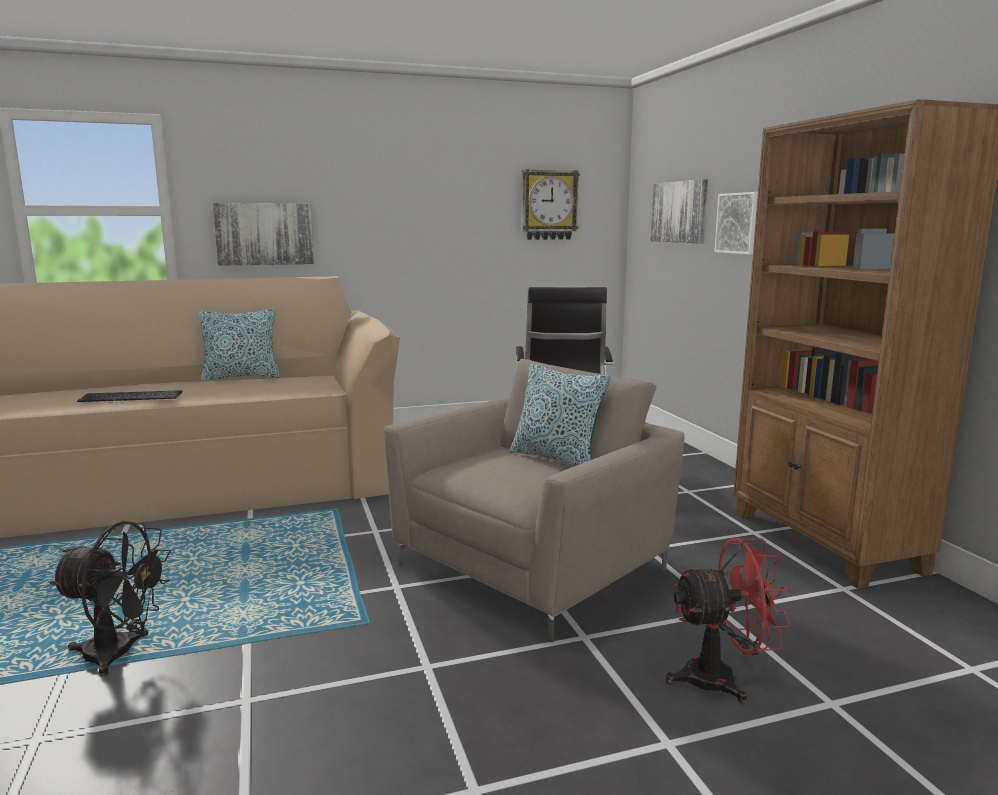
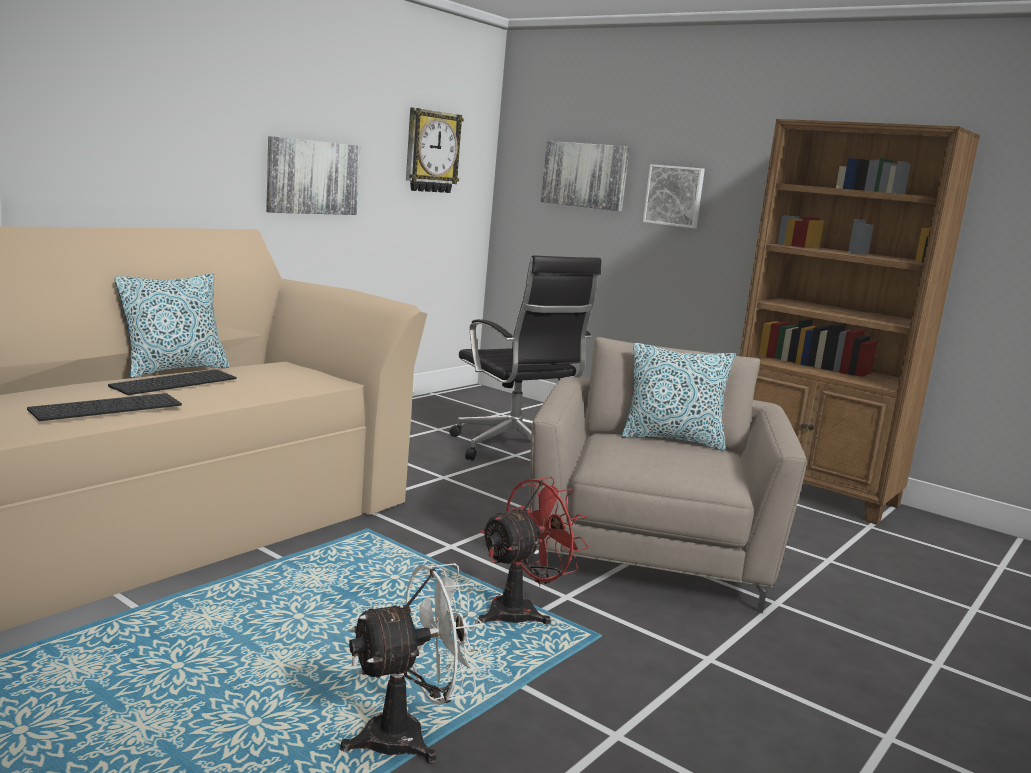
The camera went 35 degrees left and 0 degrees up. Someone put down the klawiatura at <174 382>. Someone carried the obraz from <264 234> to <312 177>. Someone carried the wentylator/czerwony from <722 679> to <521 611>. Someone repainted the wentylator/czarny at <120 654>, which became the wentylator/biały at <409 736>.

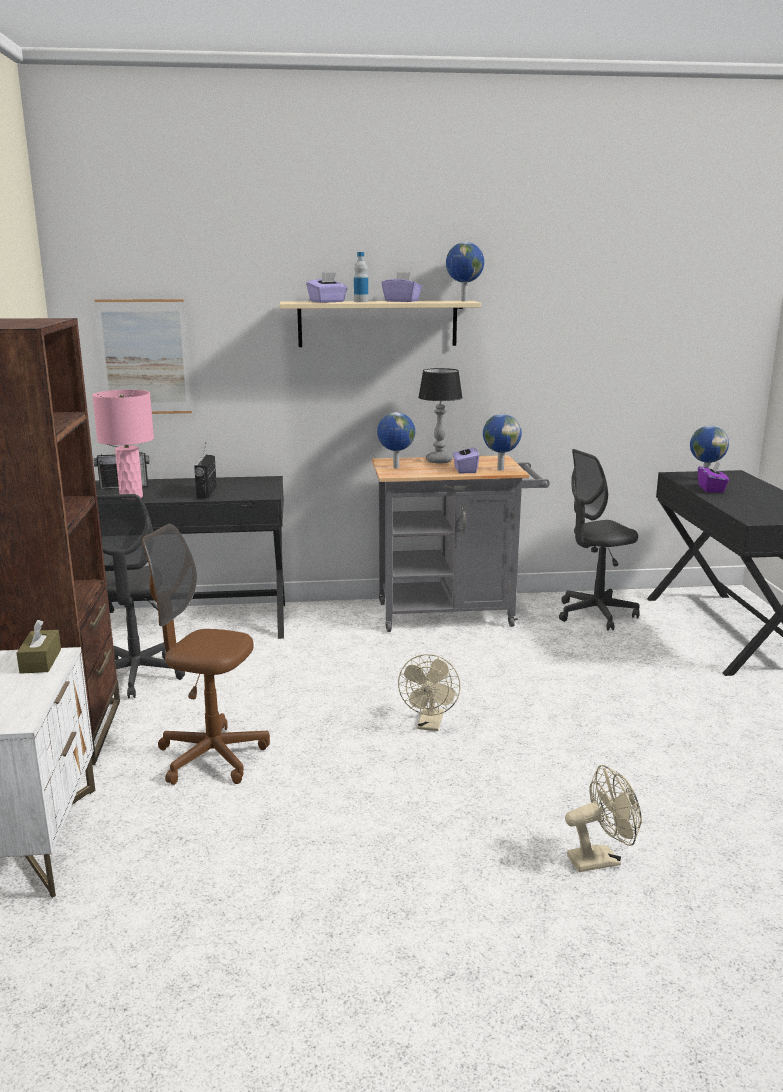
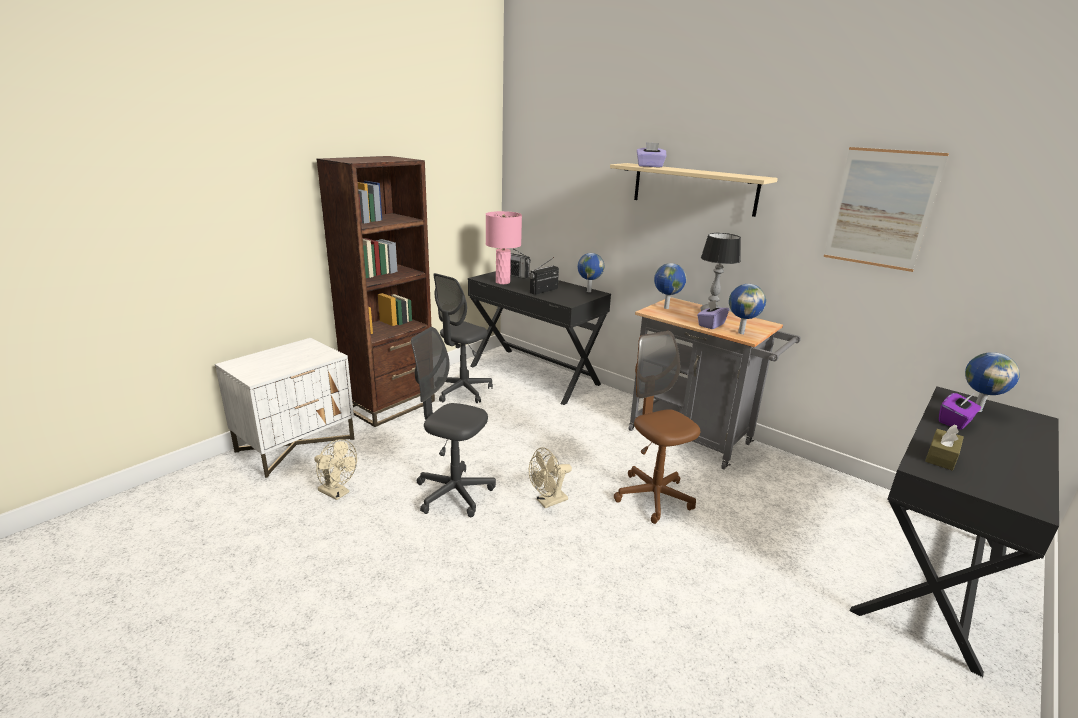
The camera went 45 degrees right and 5 degrees up. Someone took away the butelka at <361 301>. Someone took away the pudełko chusteczek/fioletowy at <402 301>. Someone carried the pudełko chusteczek/brązowy from <40 661> to <941 457>. Someone carried the obraz from <144 357> to <881 209>. Someone carried the krzesło biurowe/brązowy from <212 757> to <653 497>. Someone carried the globus from <463 301> to <588 291>. Someone carried the krzesło biurowe/szary from <595 614> to <454 493>. Someone carried the wentylator/beżowy from <600 859> to <337 493>.

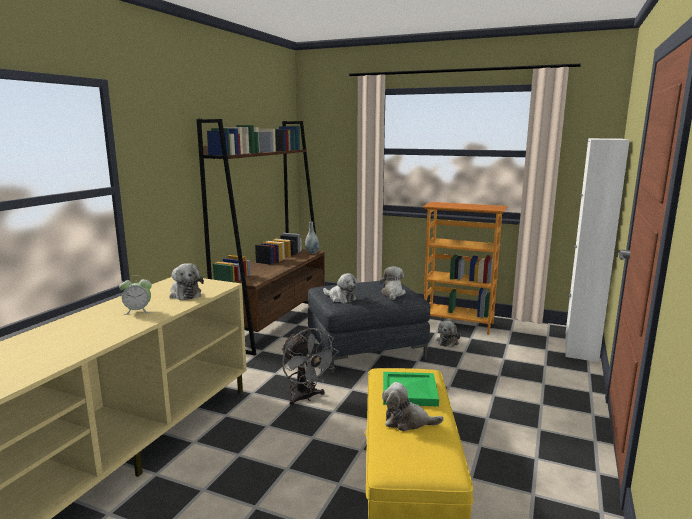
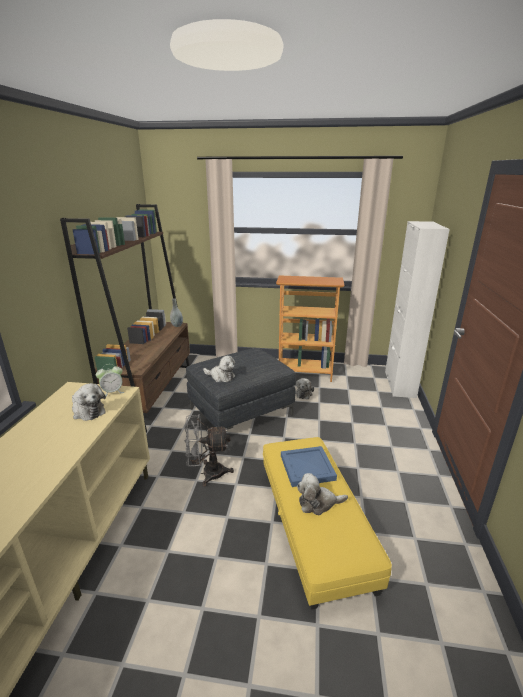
The camera went 15 degrees left and 10 degrees up. Someone took away the pluszak at <393 293>. Someone carried the budzik from <138 311> to <112 392>. Someone repainted the taca/zielony at <410 391>, which became the taca/niebieski at <307 467>. Someone rotated the wentylator/szary at <306 398> by 135 degrees clockwise.

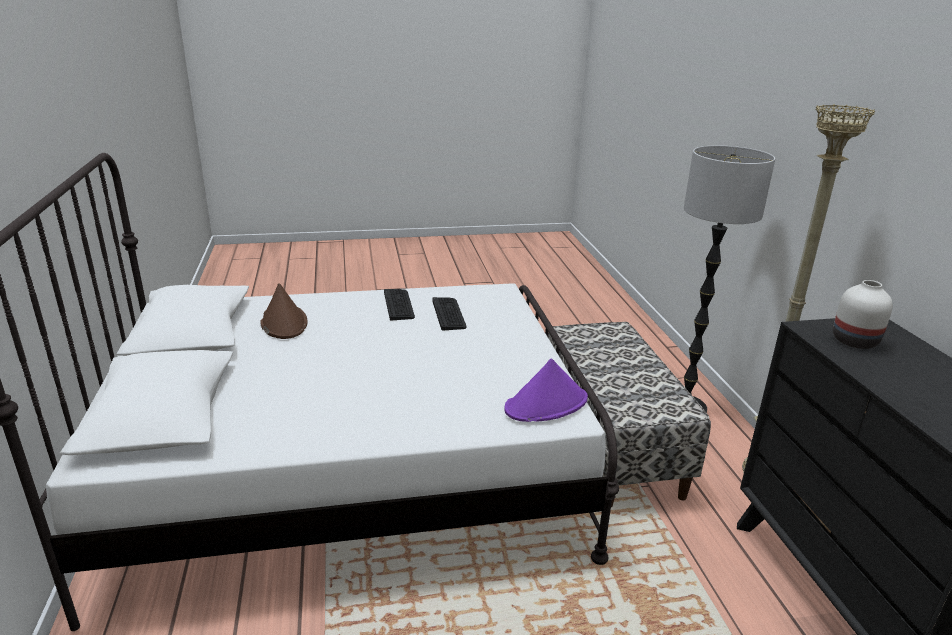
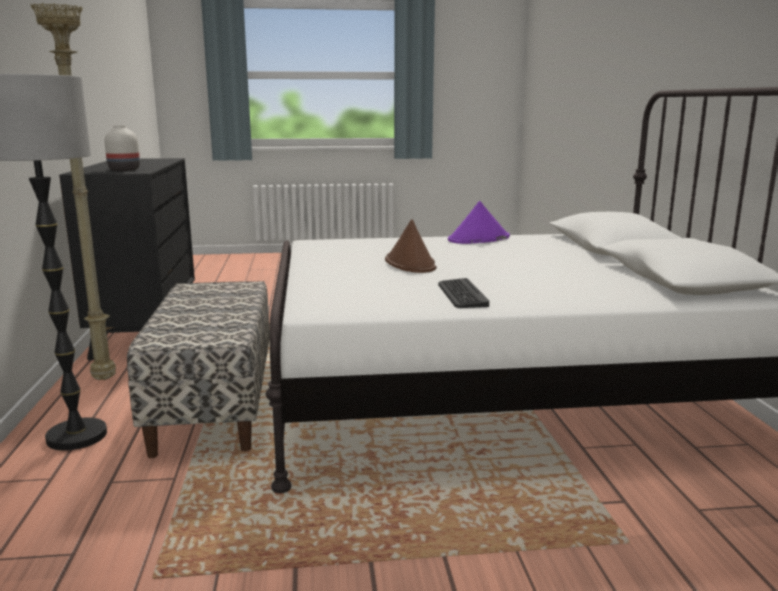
The camera went 175 degrees left and 10 degrees down. Someone took away the klawiatura at <449 314>. Someone carried the kapelusz/brązowy from <283 322> to <410 263>. Someone carried the kapelusz/fioletowy from <546 404> to <478 239>.

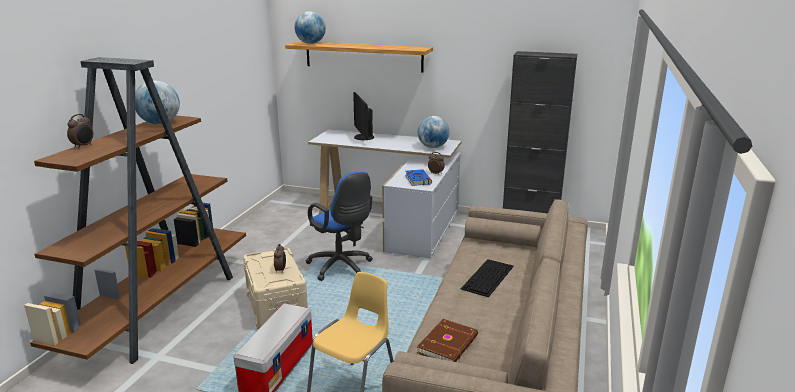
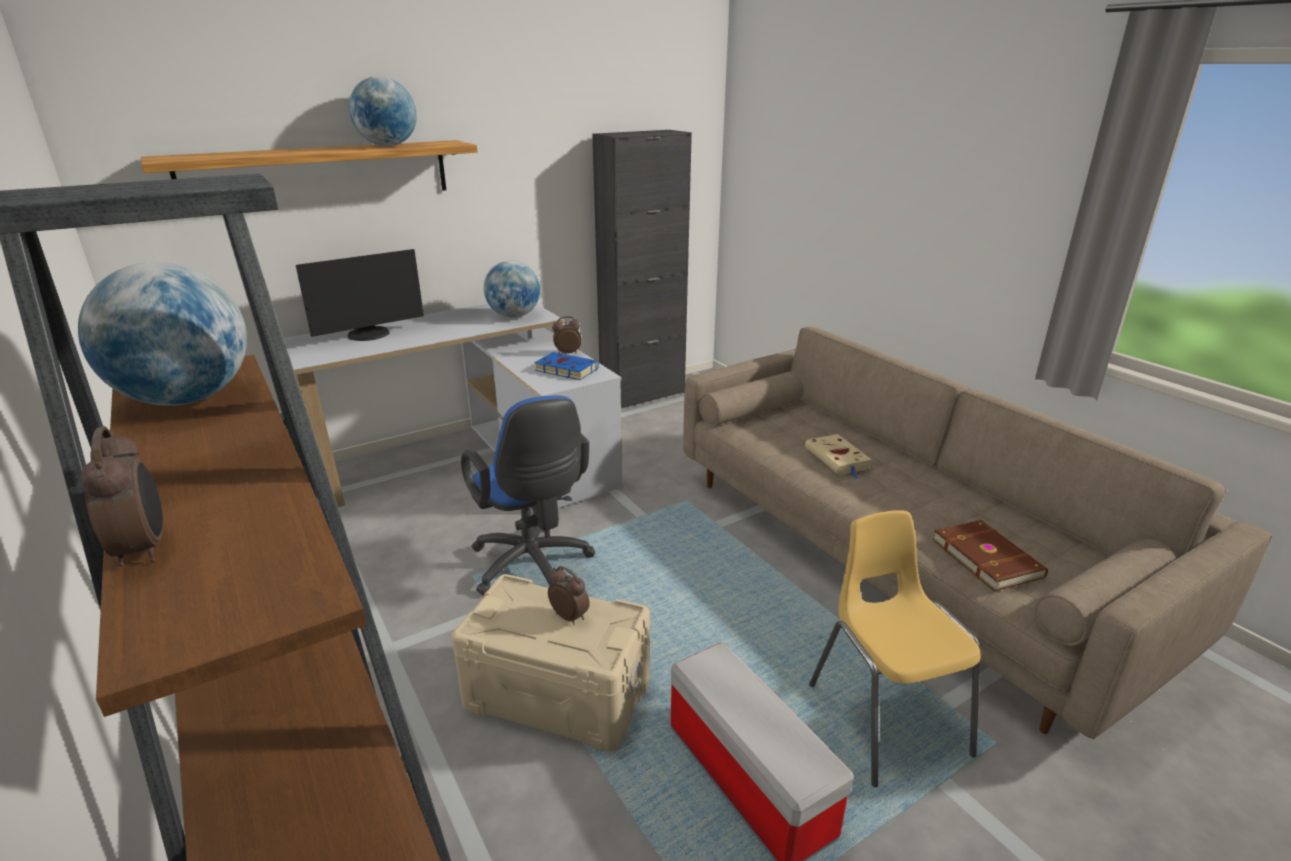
The camera went 50 degrees left and 5 degrees up. Someone carried the globus from <310 43> to <388 146>. Someone swapped the klawiatura at <488 277> for the książka/beżowy at <838 459>. Someone rotated the krzesło biurowe/niebieski at <342 268> by 60 degrees clockwise. Someone rotated the monitor at <363 137> by 60 degrees counterclockwise.

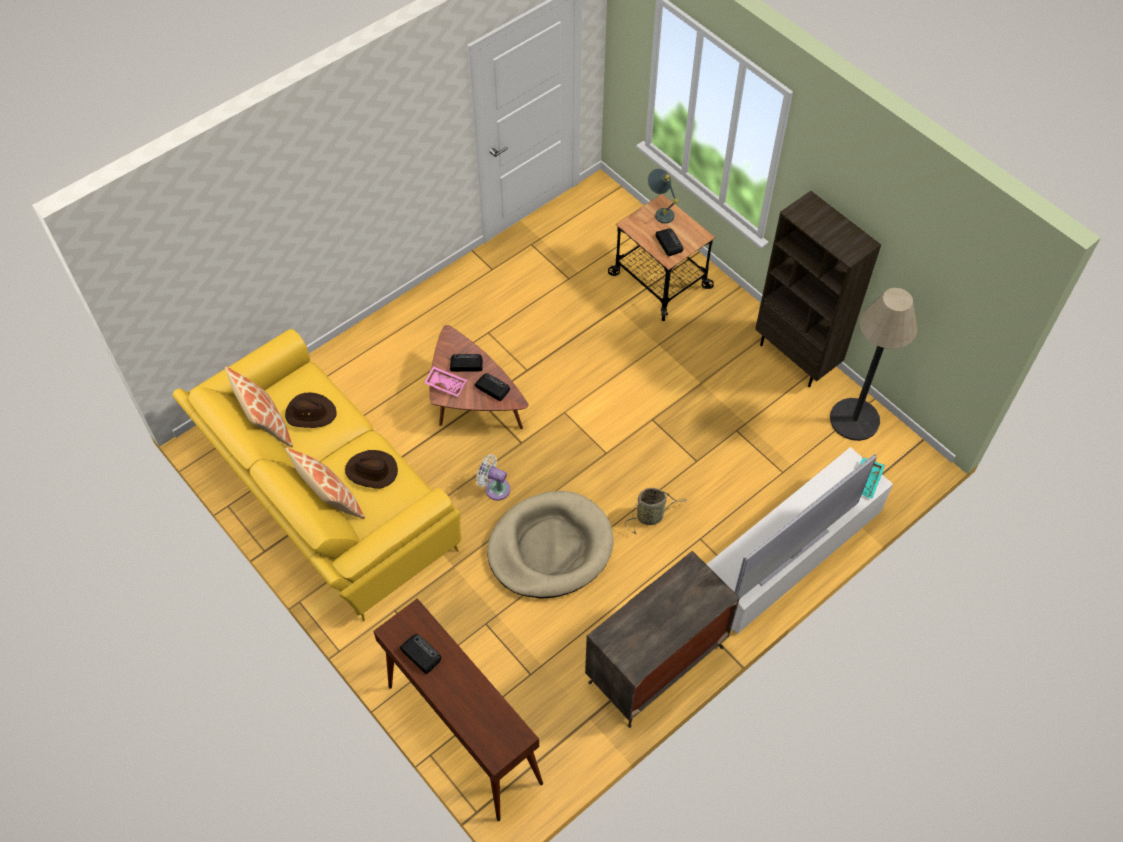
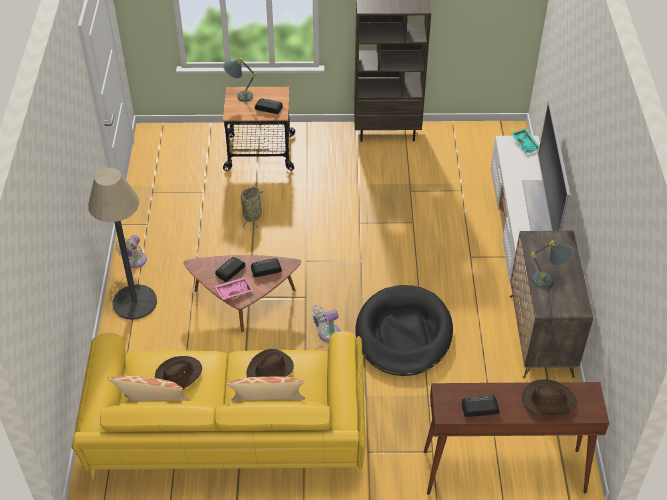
The camera went 50 degrees left and 10 degrees down. Someone put down the wentylator/beżowy at <135 261>. Someone put down the kapelusz/brązowy at <548 401>. Someone put down the lampa stołowa/szary at <549 281>. Someone carried the koszyk from <651 516> to <253 215>. Someone carried the lampa stojąca from <854 419> to <134 302>. Someone repainted the legowisko/beżowy at <550 548>, which became the legowisko/czarny at <403 334>.

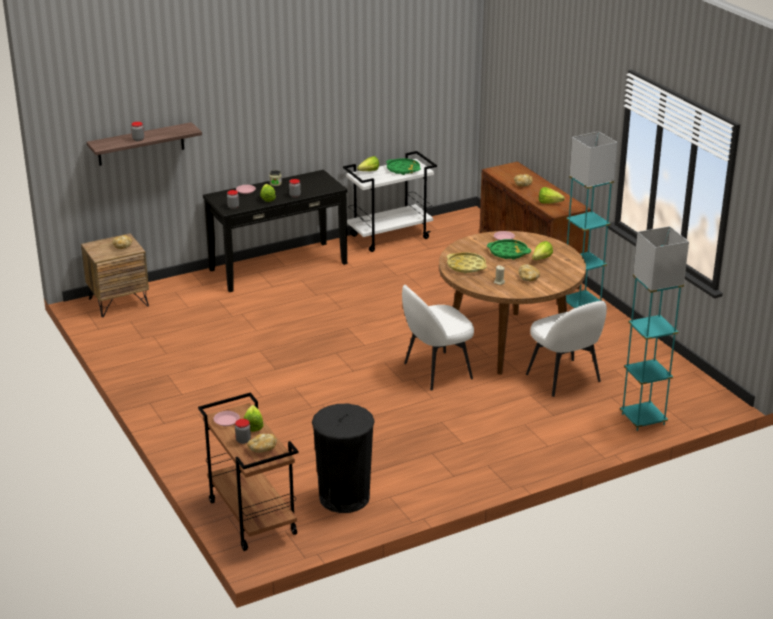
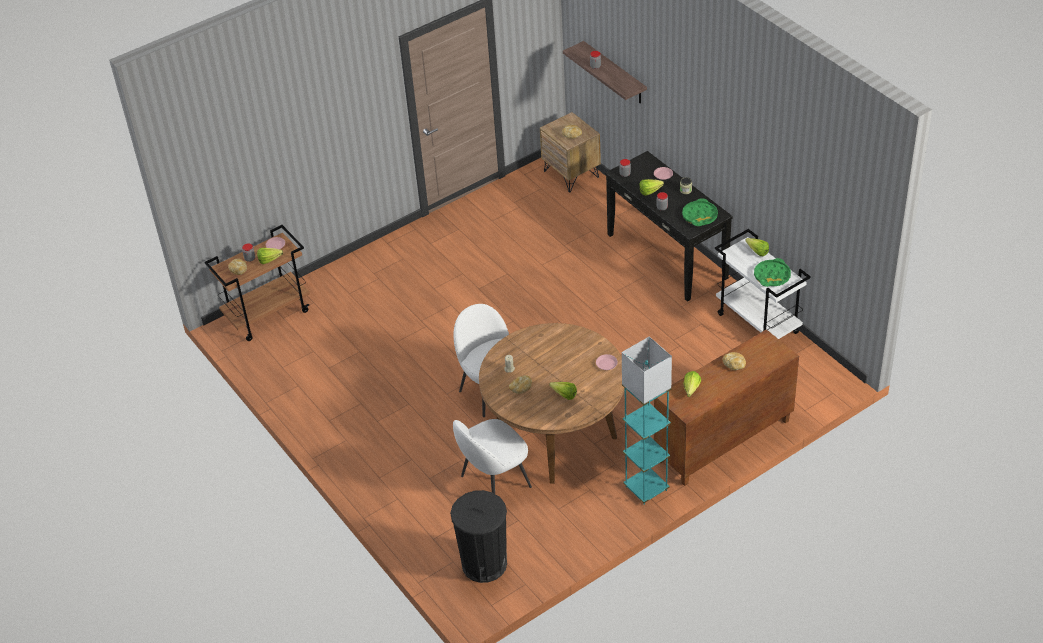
The camera went 85 degrees right and 15 degrees up. Someone took away the taca/żółty at <466 266>. Someone took away the lampa stojąca/turkusowy at <643 419>. Someone carried the kosz na śmieci/czarny from <344 497> to <484 564>. Someone carried the taca/zielony from <508 253> to <700 216>.

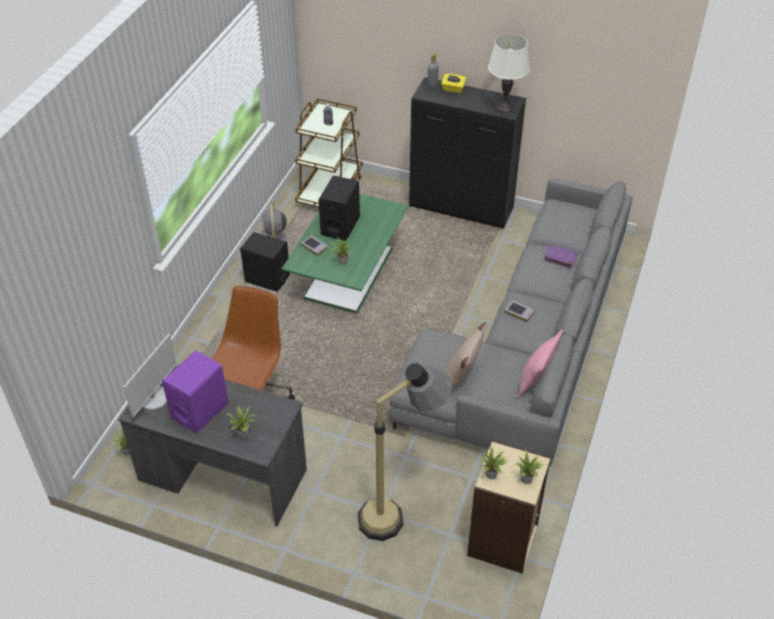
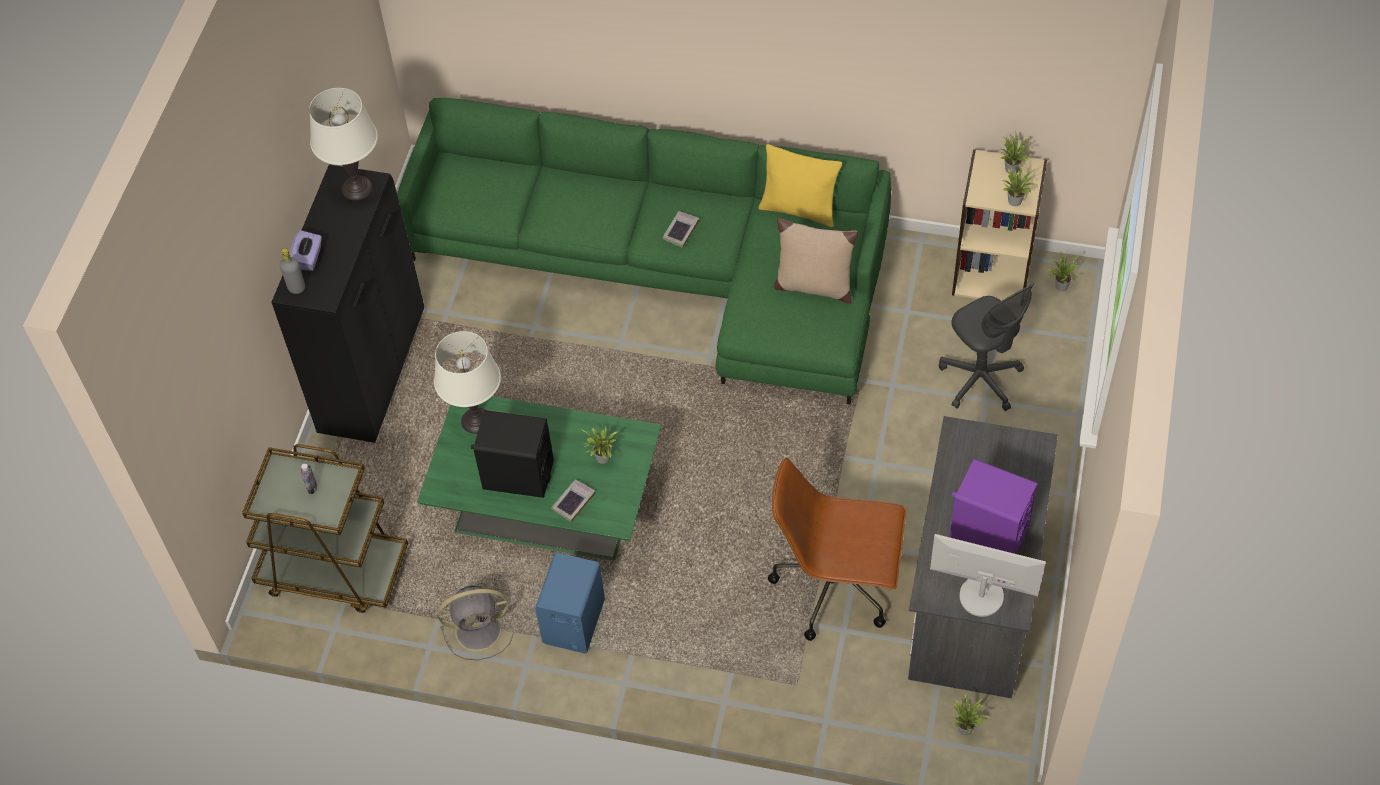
The camera went 95 degrees left and 10 degrees up. Someone took away the książka/fioletowy at <560 258>. Someone put down the lampa stołowa/biały at <476 420>. Someone carried the roślina doniczkowa from <244 433> to <1060 285>. Someone swapped the lampa stojąca at <400 513> for the krzesło biurowe/szary at <980 380>. Someone repainted the głośnik/czarny at <267 279>, which became the głośnik/niebieski at <574 622>. Someone repainted the kanapa/szary at <527 346>, which became the kanapa/zielony at <669 268>. Someone repainted the pudełko chusteczek/żółty at <453 89>, which became the pudełko chusteczek/fioletowy at <308 258>. Someone repainted the poduszka/różowy at <535 381>, which became the poduszka/żółty at <799 210>.

